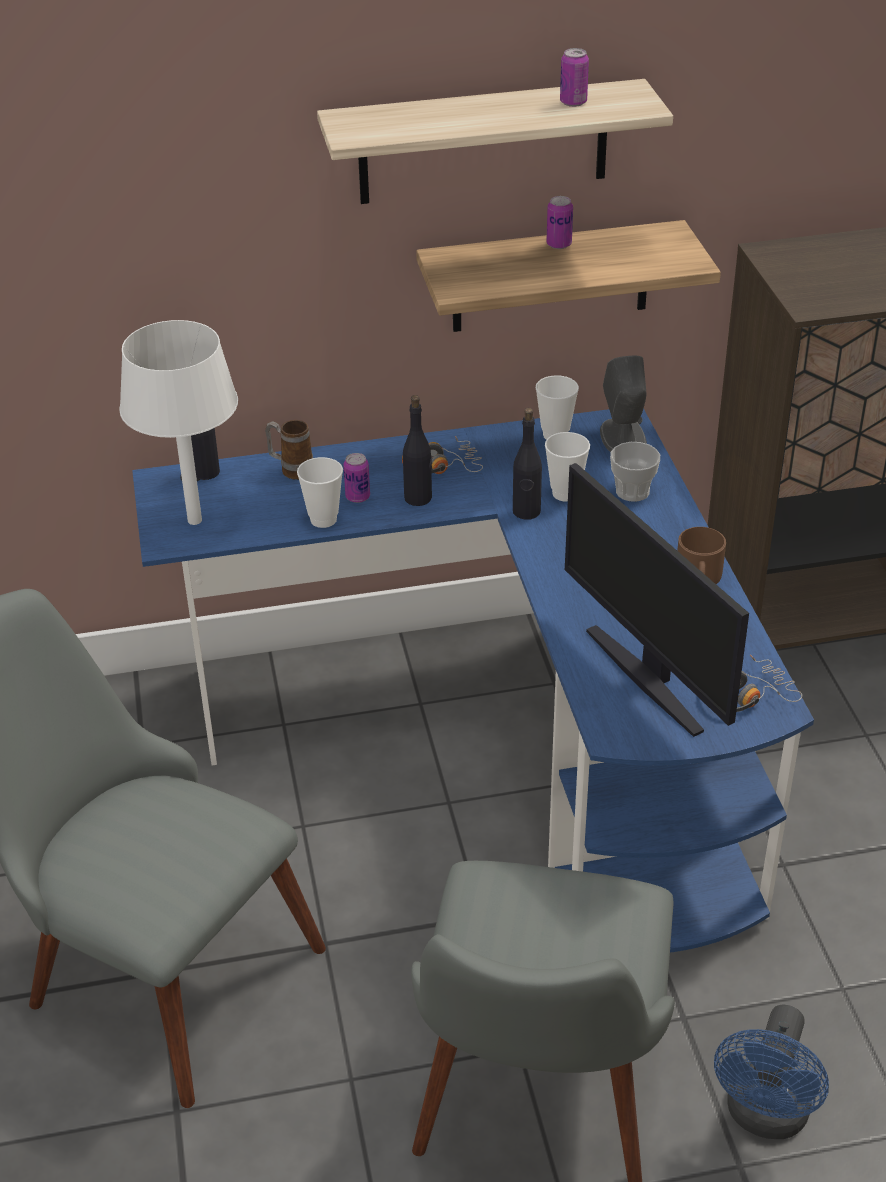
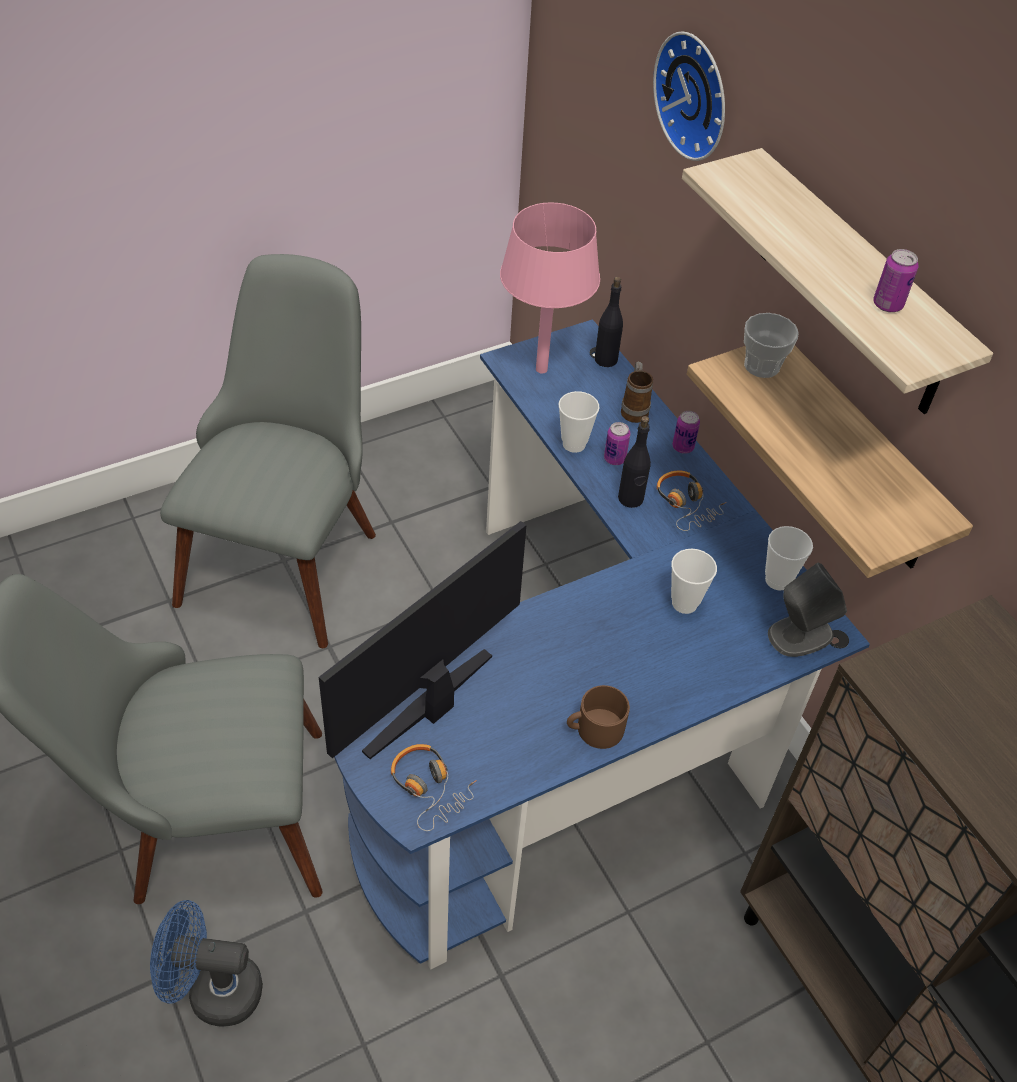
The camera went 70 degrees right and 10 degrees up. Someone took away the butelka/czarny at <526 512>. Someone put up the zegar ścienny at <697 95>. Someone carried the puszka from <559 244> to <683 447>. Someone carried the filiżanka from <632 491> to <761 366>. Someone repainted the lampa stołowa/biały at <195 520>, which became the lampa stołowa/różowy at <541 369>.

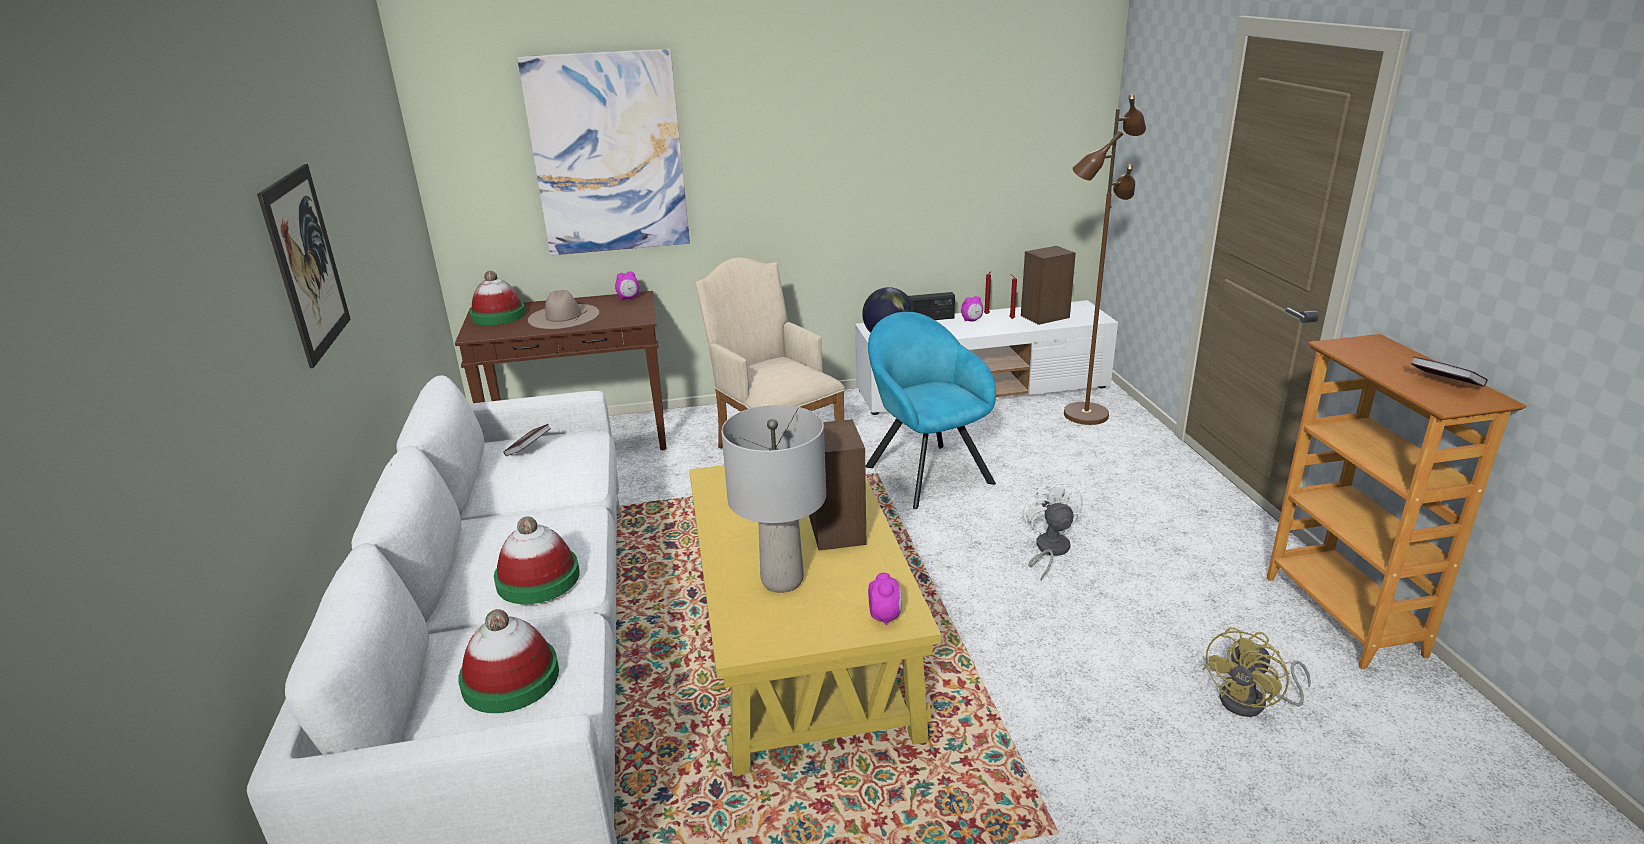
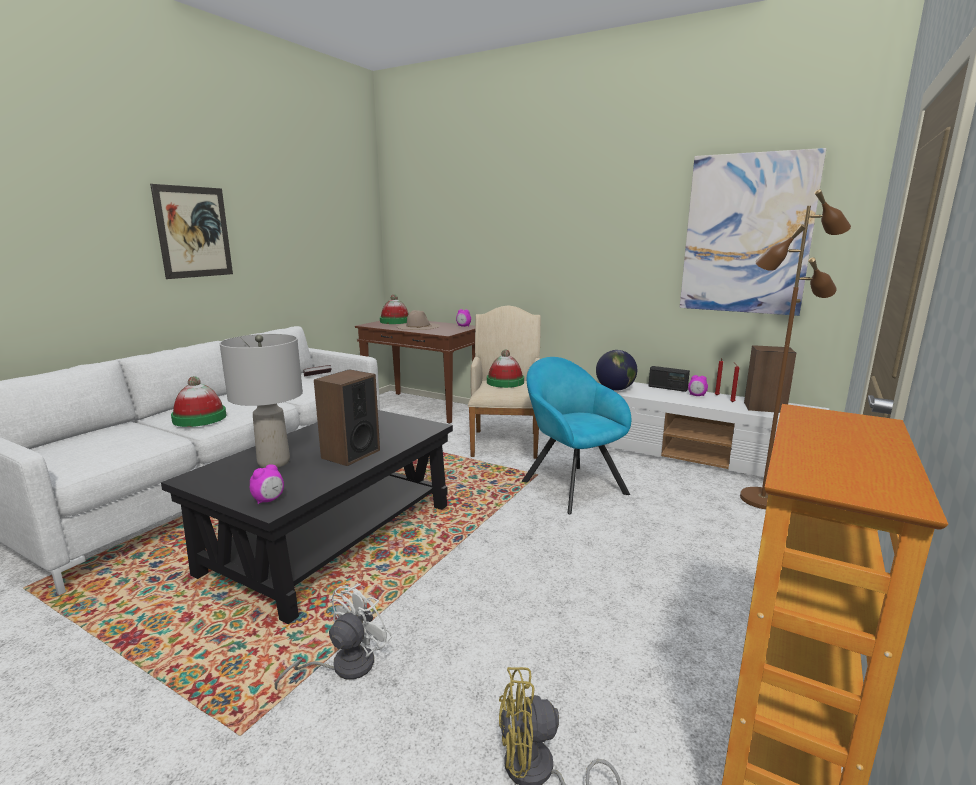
The camera went 40 degrees right and 10 degrees down. Someone took away the książka at <1445 383>. Someone carried the kapelusz from <511 679> to <505 382>. Someone carried the obraz from <608 154> to <746 235>. Someone carried the wentylator/biały from <1049 550> to <344 666>. Someone repainted the ława/żółty at <801 646>, which became the ława/czarny at <333 537>. Someone rotated the fotel/turkusowy at <925 471> by 45 degrees counterclockwise.

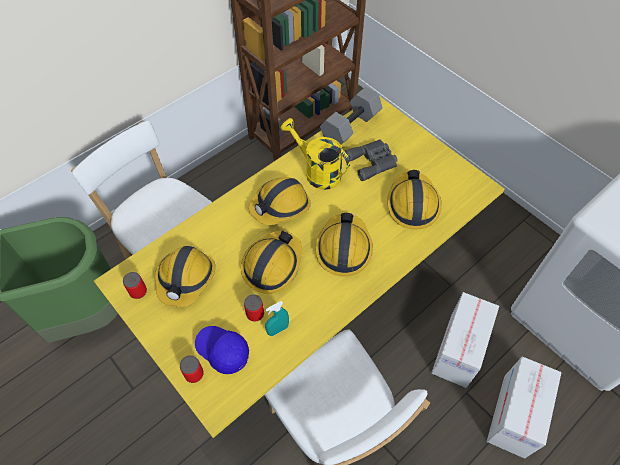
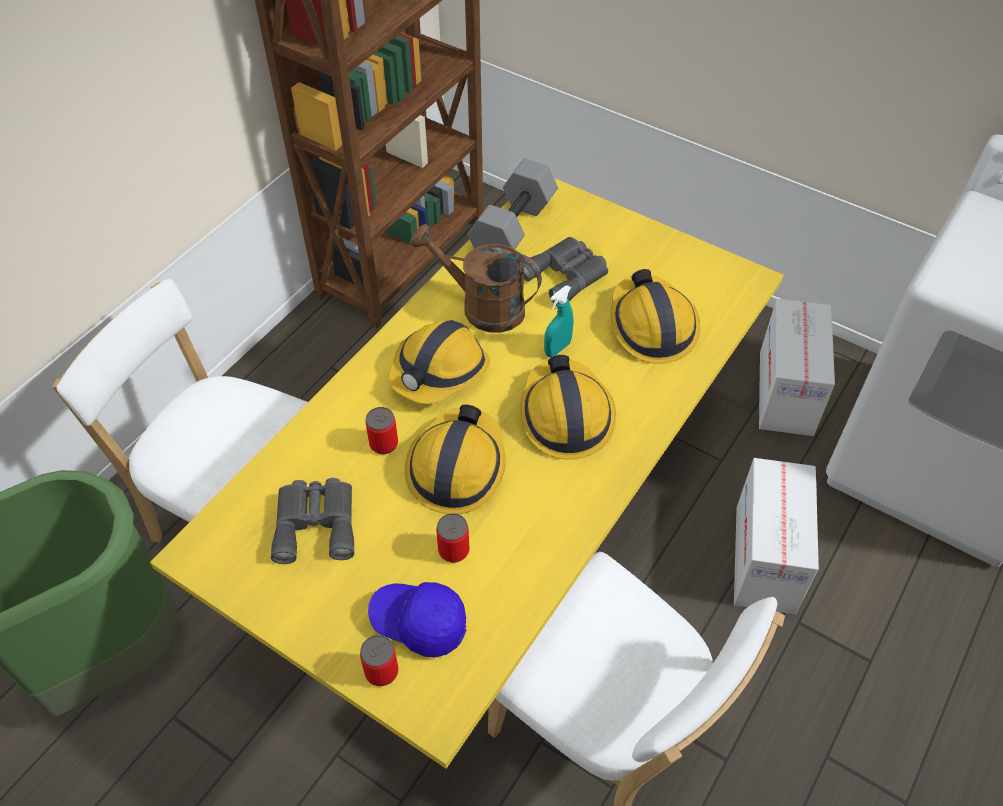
The camera went 15 degrees left and 5 degrees down. Someone carried the puszka from <138 291> to <383 444>. Someone carried the spryskiwacz/turkusowy from <278 329> to <557 349>. Someone carried the karton from <513 415> to <785 392>. Someone swapped the kask at <186 279> for the lornetka/szary at <316 522>. Someone repainted the konewka/żółty at <317 172>, which became the konewka/brązowy at <482 307>.

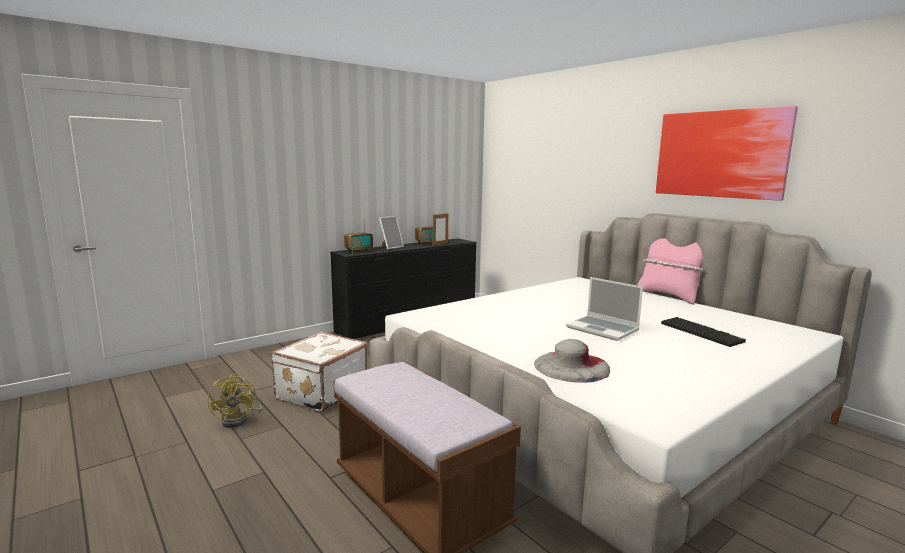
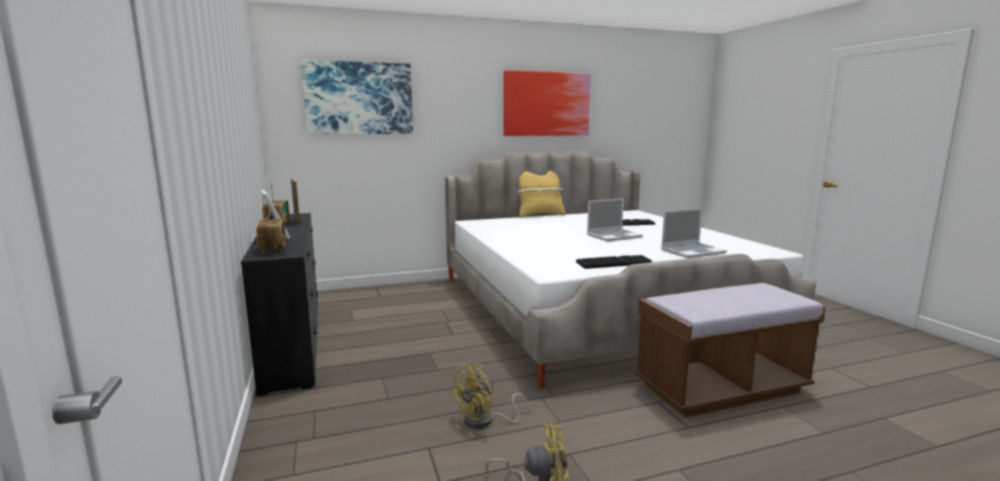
The camera went 70 degrees left and 0 degrees up. Someone put up the obraz at <359 98>. Someone put down the klawiatura at <614 263>. Someone swapped the walizka/biały at <320 392> for the wentylator/żółty at <485 421>. Someone swapped the kapelusz/szary at <571 366> for the laptop at <692 251>. Someone repainted the poduszka/różowy at <668 296>, which became the poduszka/żółty at <539 215>.

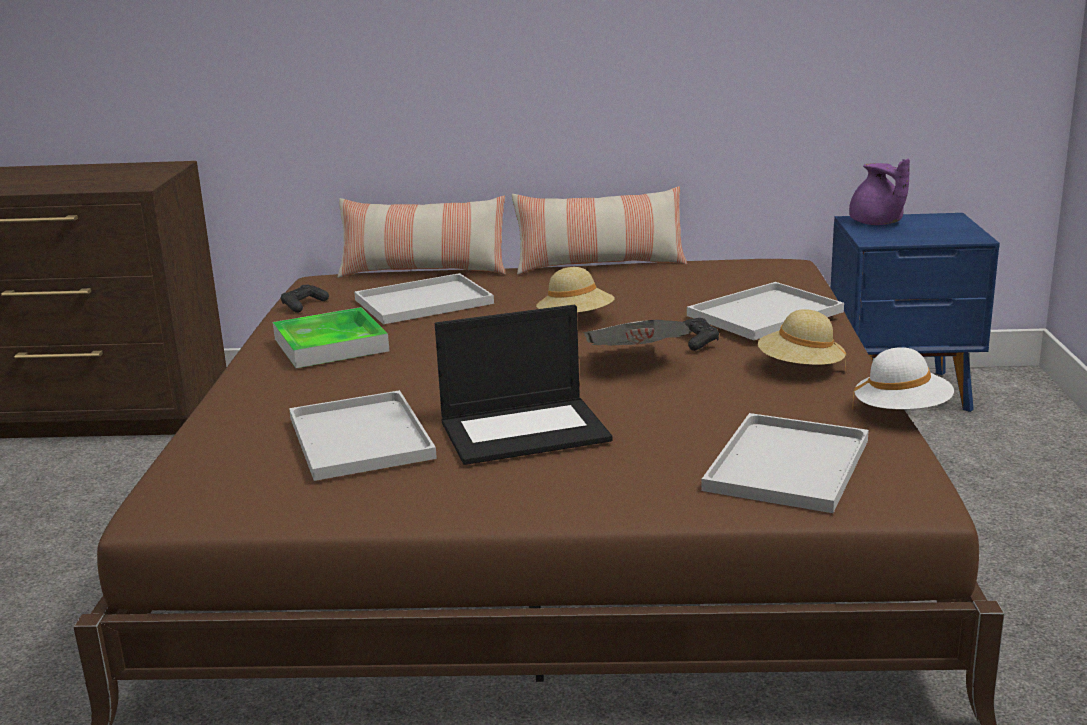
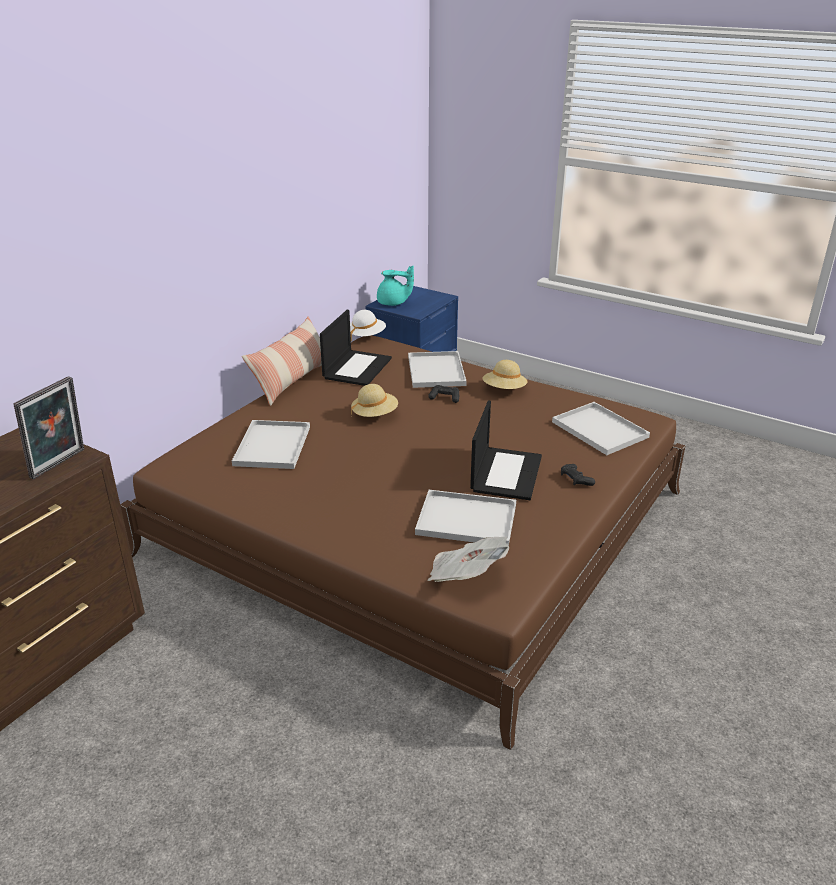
The camera went 60 degrees left and 10 degrees up. Someone took away the taca at <331 345>. Someone took away the poduszka at <423 271>. Someone put down the ramka na zdjęcie at <60 464>. Someone put down the laptop at <357 368>. Someone carried the pad do gier/czarny from <304 305> to <575 479>. Someone carried the gazeta from <637 362> to <465 575>. Someone carried the kapelusz/biały from <902 412> to <366 336>. Someone repainted the imbryk/fioletowy at <877 223>, which became the imbryk/turkusowy at <393 303>.

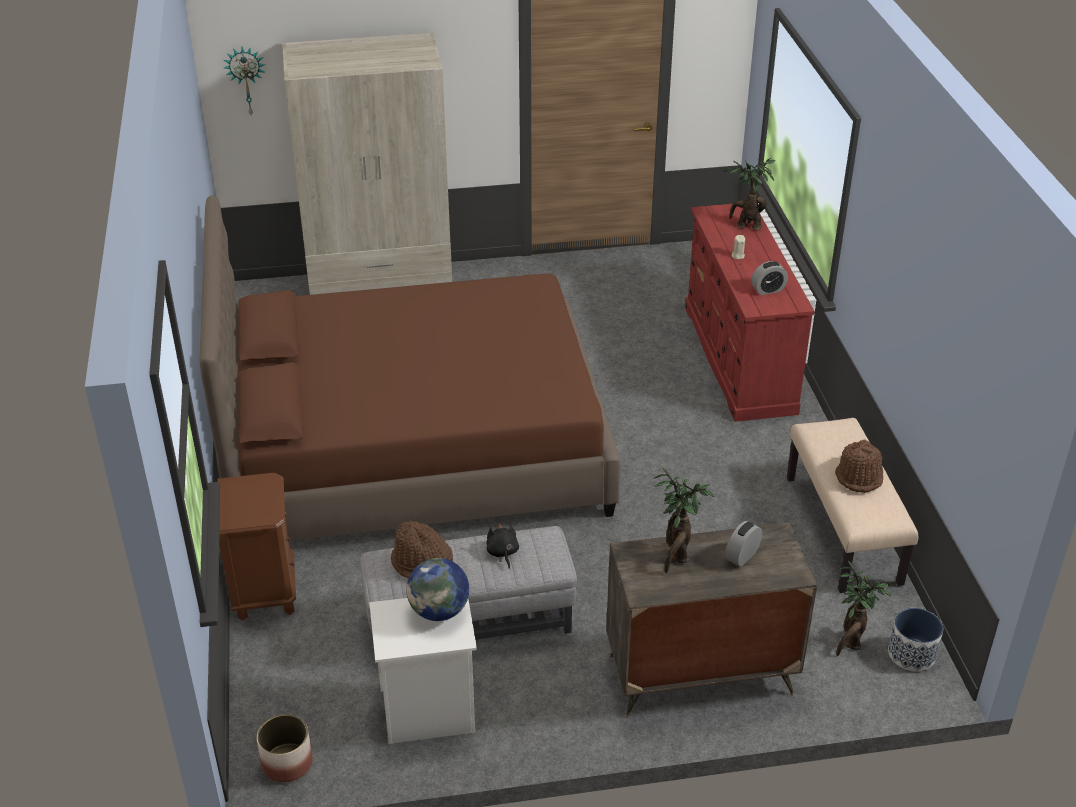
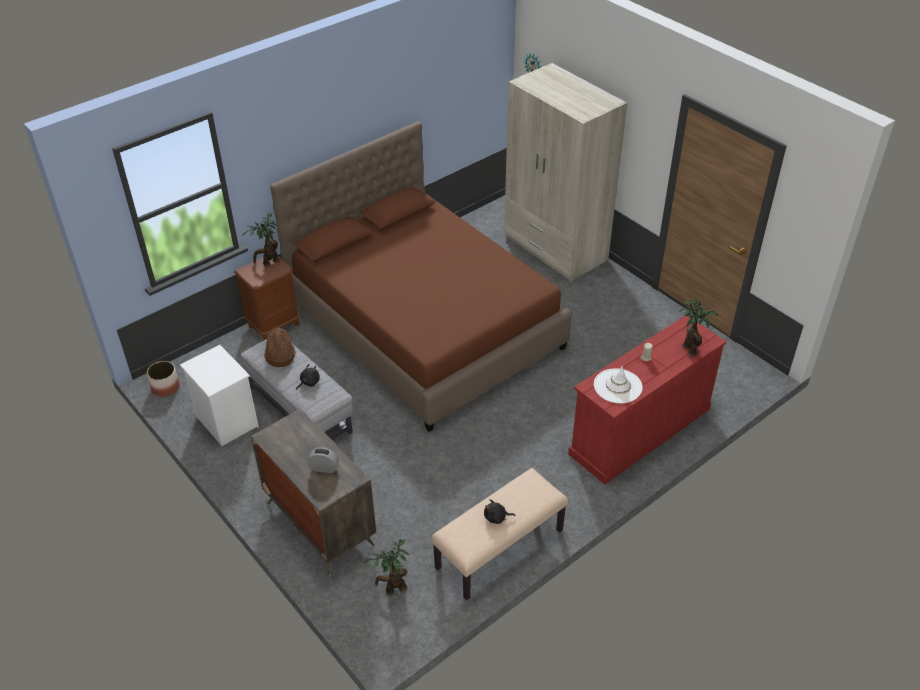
The camera went 60 degrees right and 5 degrees up. Someone took away the globus at <439 611>. Someone took away the donica at <911 654>. Someone carried the roślina doniczkowa from <676 556> to <269 262>. Someone swapped the budzik at <768 290> for the kapelusz/biały at <617 386>. Someone swapped the kapelusz/brązowy at <859 476> for the pluszak/czarny at <496 517>.

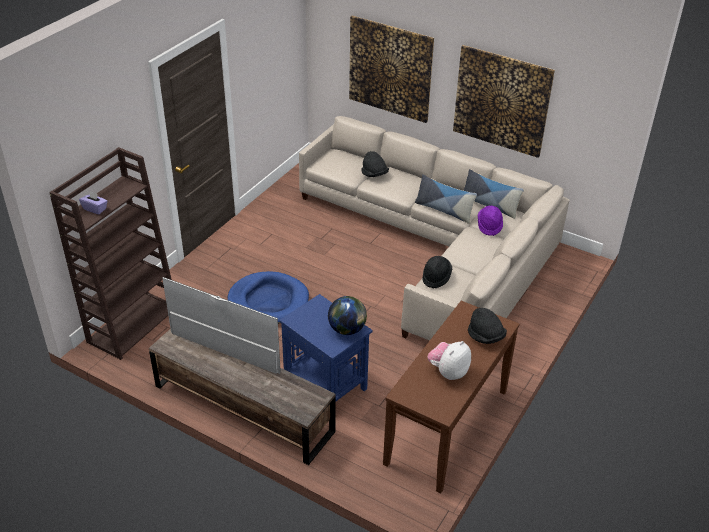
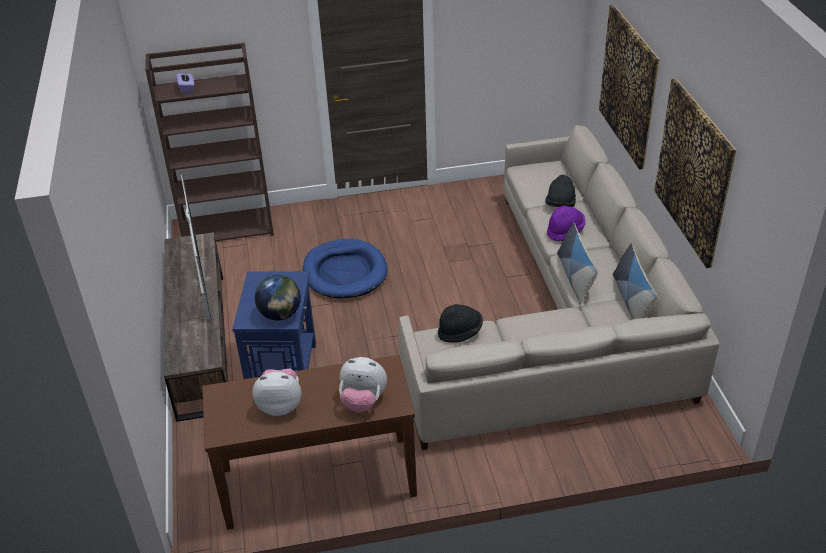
The camera went 50 degrees right and 0 degrees up. Someone carried the kapelusz/fioletowy from <489 226> to <565 231>. Someone swapped the kapelusz/czarny at <485 337> for the pluszak at <363 401>.

